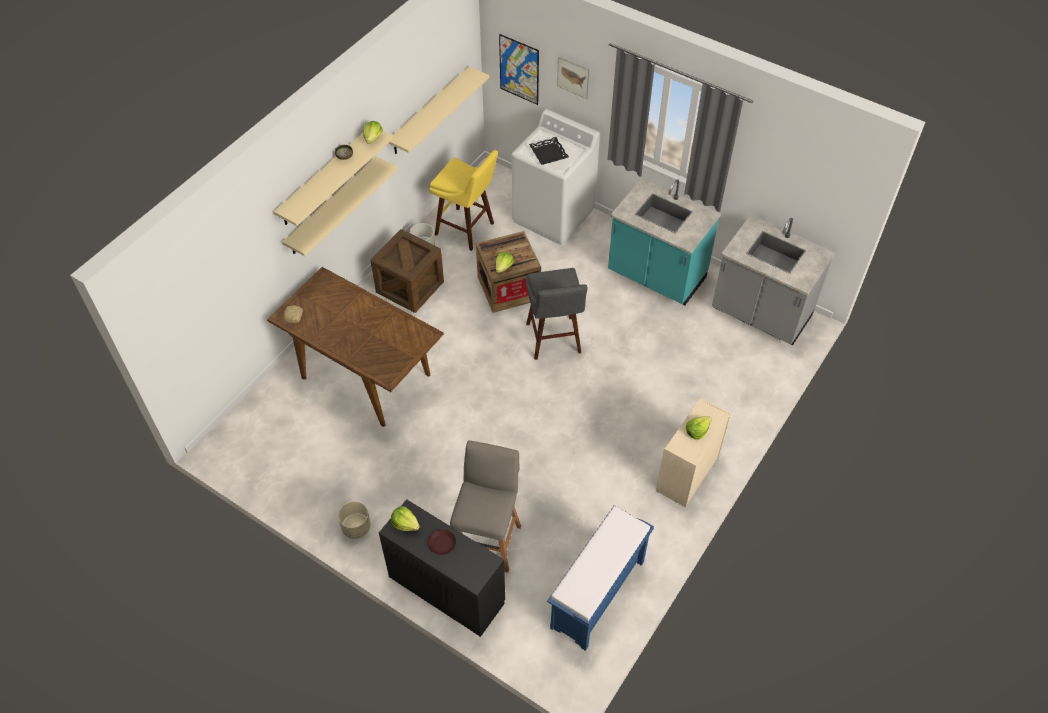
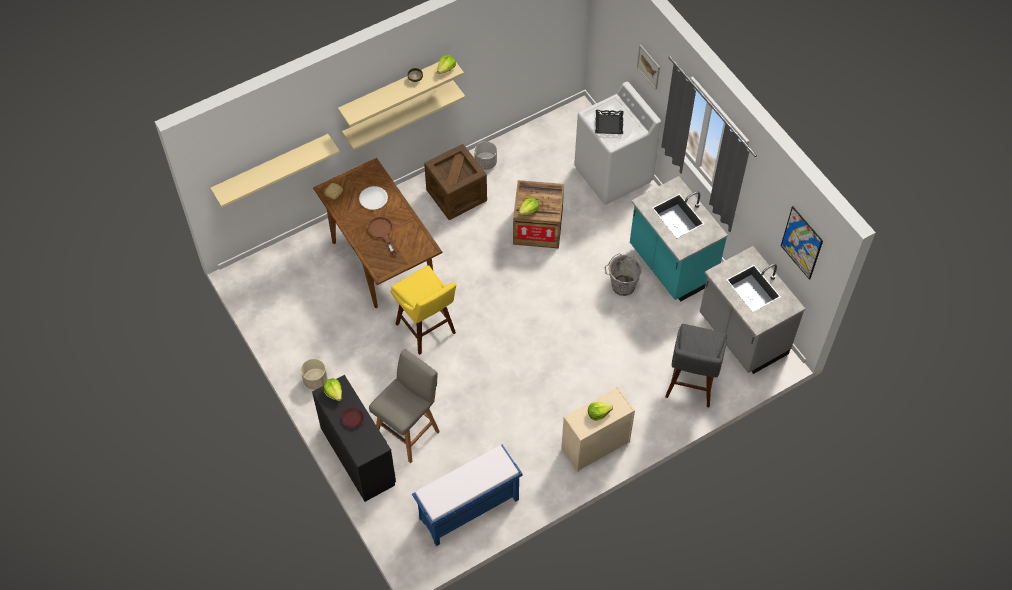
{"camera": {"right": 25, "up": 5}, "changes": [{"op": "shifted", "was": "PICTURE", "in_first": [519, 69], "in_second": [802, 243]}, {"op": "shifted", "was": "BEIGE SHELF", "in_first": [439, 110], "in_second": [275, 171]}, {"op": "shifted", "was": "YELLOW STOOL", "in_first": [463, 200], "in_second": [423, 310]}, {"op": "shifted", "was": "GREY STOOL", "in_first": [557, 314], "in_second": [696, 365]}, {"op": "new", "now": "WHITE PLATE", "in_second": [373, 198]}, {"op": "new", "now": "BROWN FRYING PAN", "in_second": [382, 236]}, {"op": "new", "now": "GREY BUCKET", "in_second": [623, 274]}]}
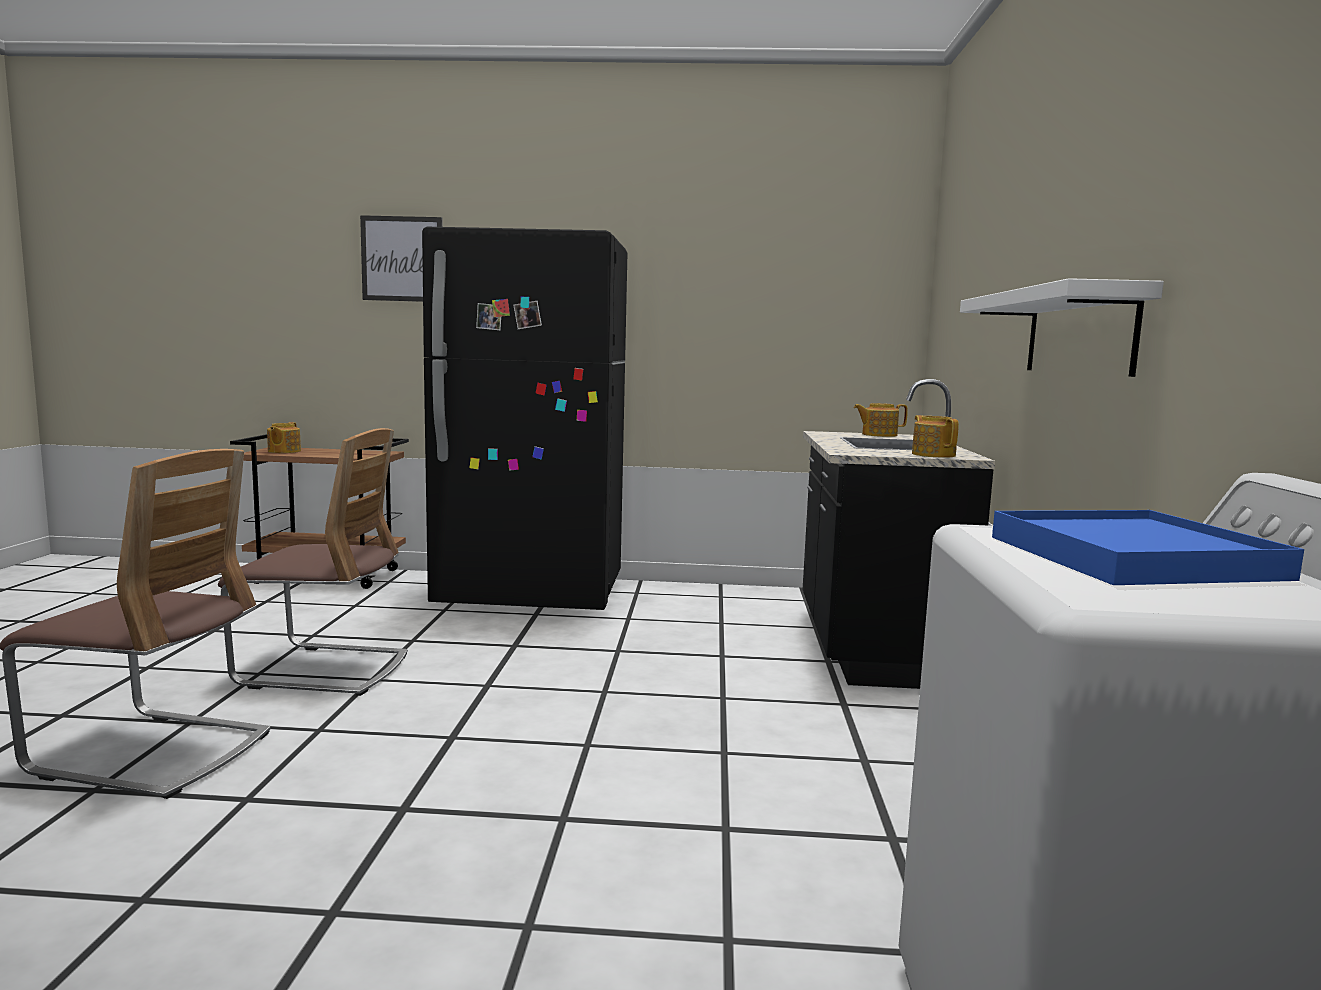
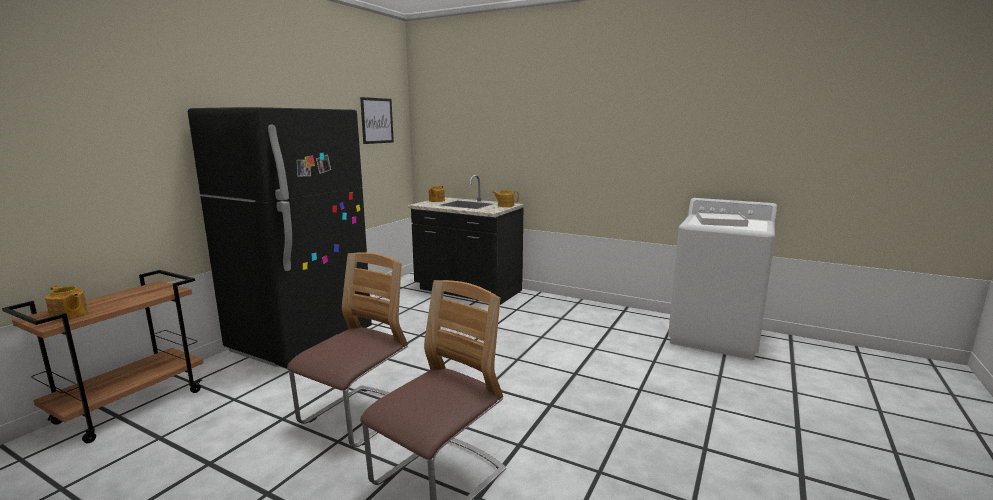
{"camera": {"right": -65, "up": 5}, "changes": [{"op": "shifted", "was": "PICTURE", "in_first": [401, 258], "in_second": [377, 120]}, {"op": "gone", "was": "WHITE SHELF", "in_first": [1062, 327]}, {"op": "repainted", "was": "BLUE TRAY", "now": "WHITE TRAY", "in_first": [1148, 547], "in_second": [722, 219]}]}
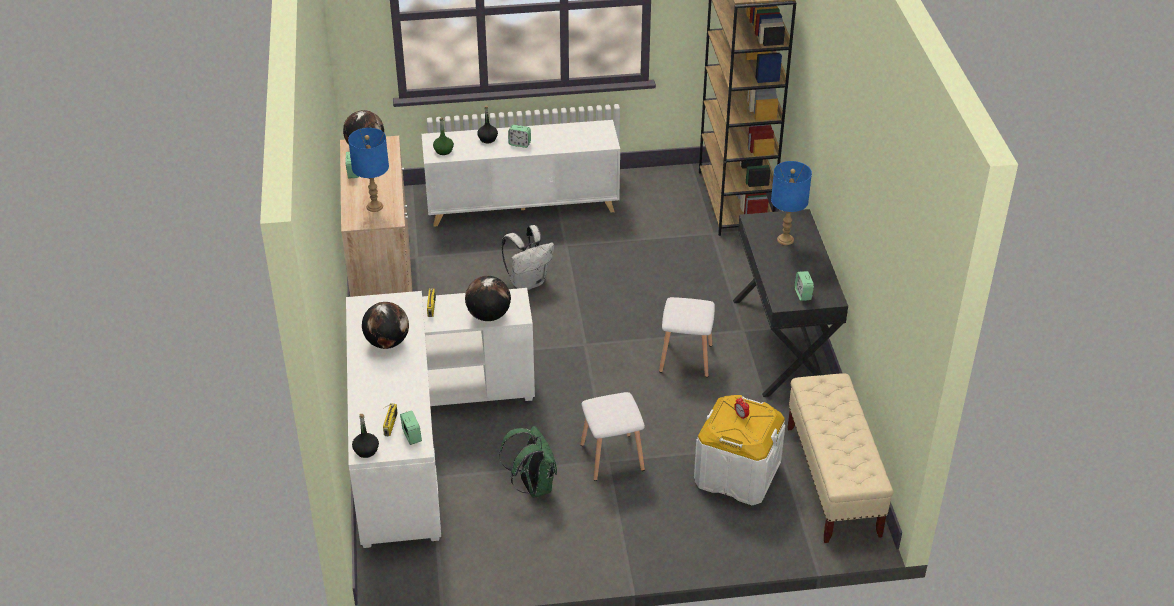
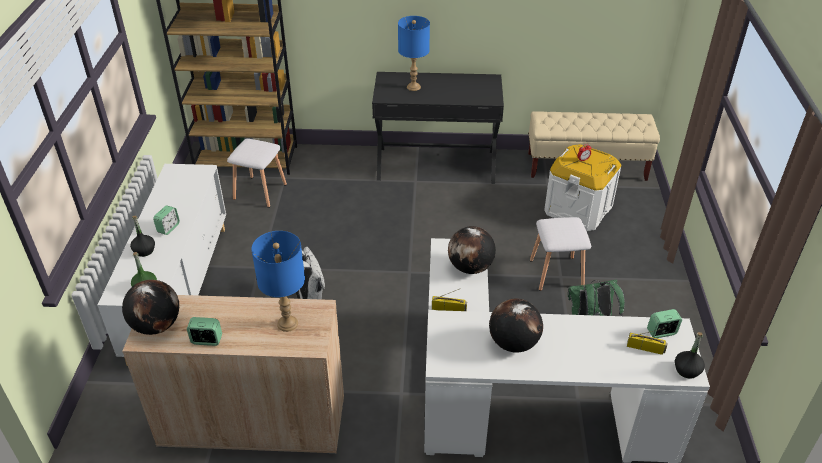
{"camera": {"right": -80, "up": 0}, "changes": [{"op": "gone", "was": "ALARM CLOCK", "in_first": [804, 286]}, {"op": "shifted", "was": "WHITE STOOL", "in_first": [687, 337], "in_second": [257, 173]}]}
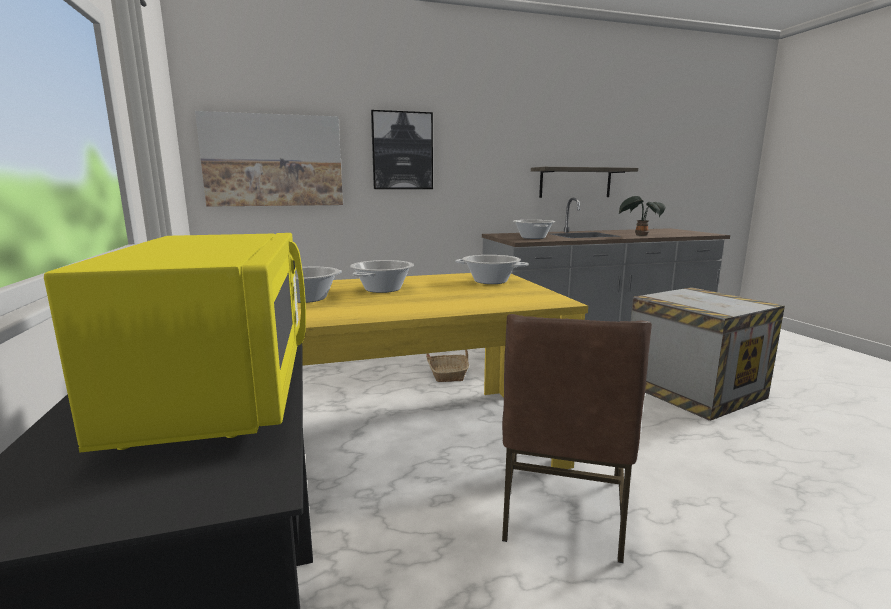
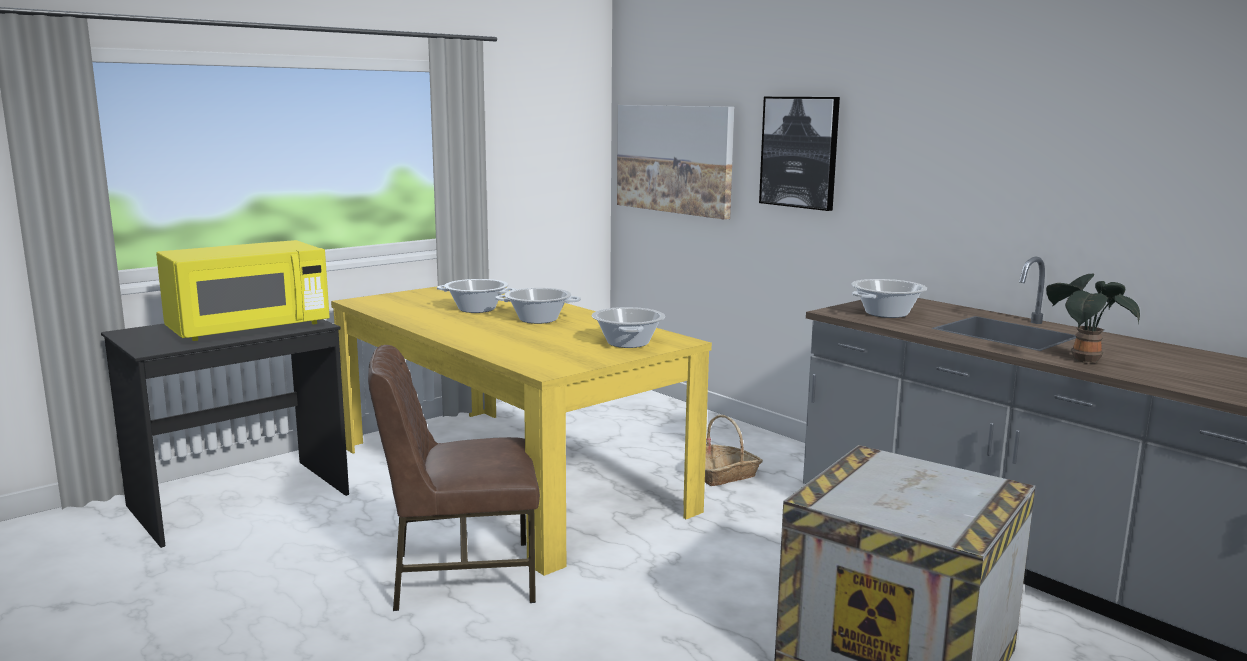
{"camera": {"right": 65, "up": 0}, "changes": [{"op": "gone", "was": "SHELF", "in_first": [584, 182]}]}
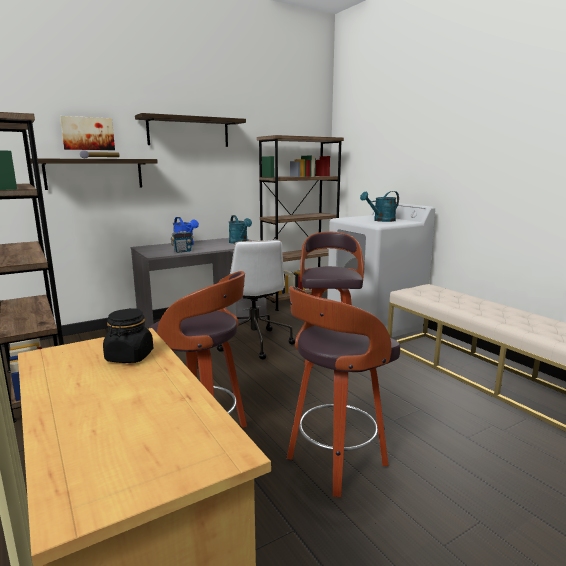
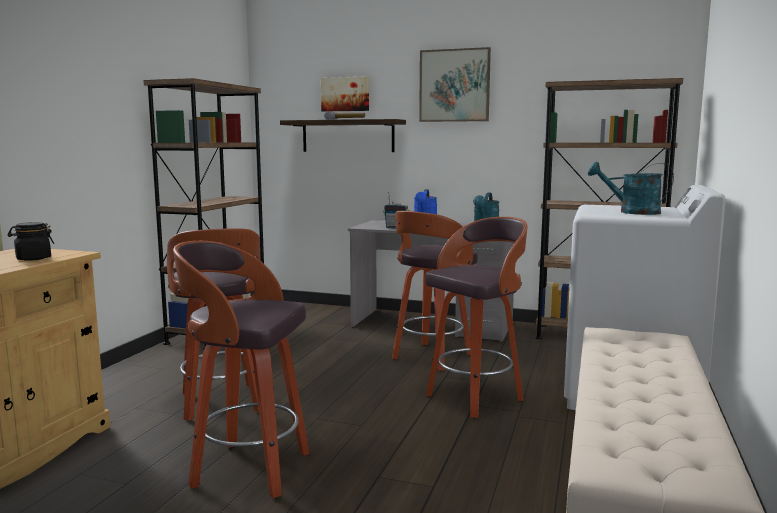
{"camera": {"right": 50, "up": -5}, "changes": [{"op": "swapped", "was": "SHELF", "now": "PICTURE", "in_first": [190, 130], "in_second": [455, 84]}, {"op": "swapped", "was": "WHITE OFFICE CHAIR", "now": "STOOL", "in_first": [256, 299], "in_second": [435, 291]}]}
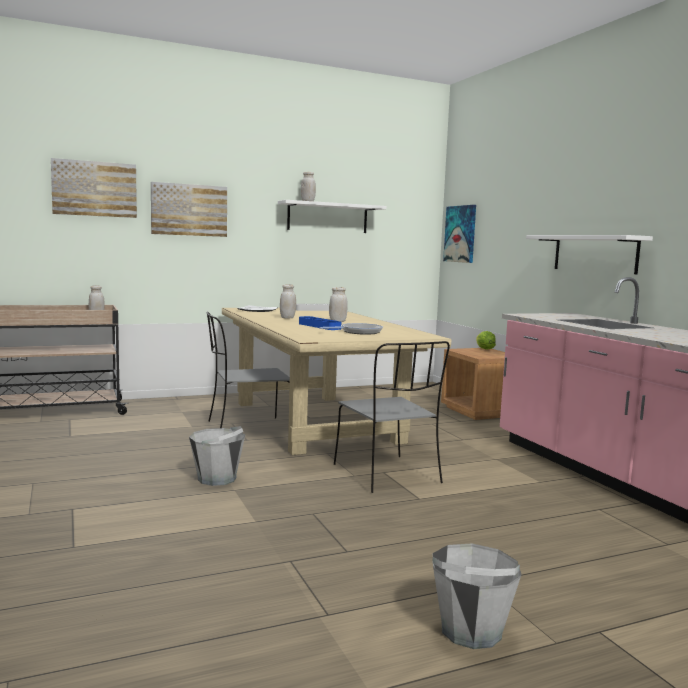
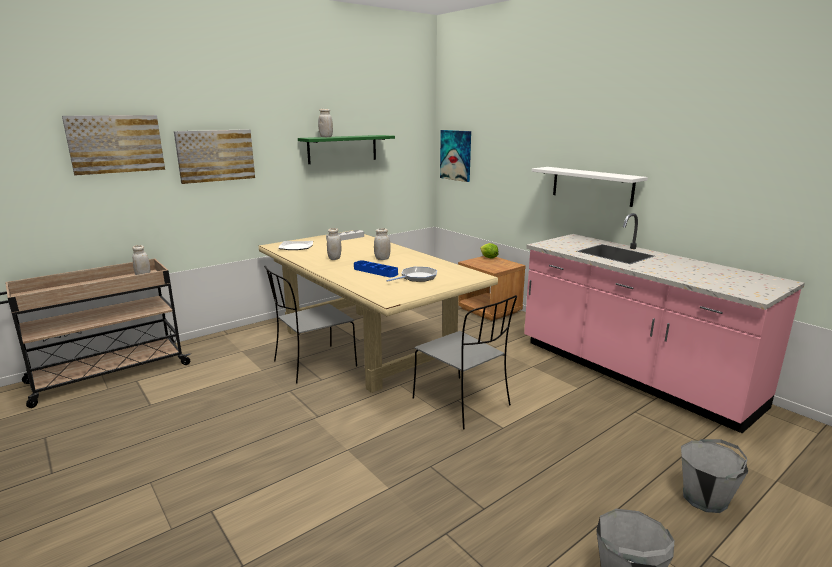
{"camera": {"right": -15, "up": 10}, "changes": [{"op": "repainted", "was": "WHITE SHELF", "now": "GREEN SHELF", "in_first": [332, 216], "in_second": [346, 149]}, {"op": "shifted", "was": "GREY BUCKET", "in_first": [217, 456], "in_second": [714, 476]}]}
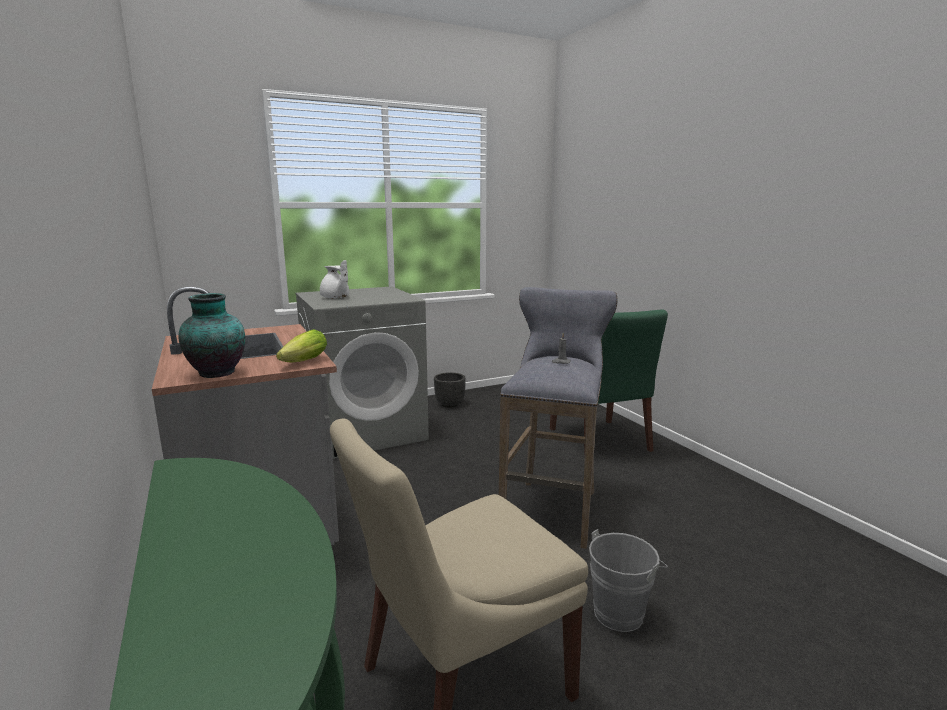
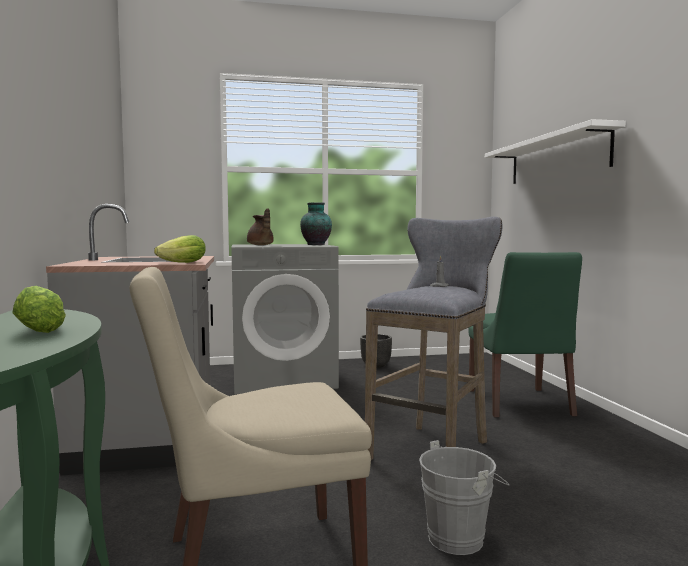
{"camera": {"right": 15, "up": -10}, "changes": [{"op": "repainted", "was": "WHITE TEAPOT", "now": "BROWN TEAPOT", "in_first": [334, 279], "in_second": [260, 226]}, {"op": "shifted", "was": "VASE", "in_first": [212, 335], "in_second": [316, 223]}, {"op": "new", "now": "WHITE SHELF", "in_second": [555, 151]}, {"op": "new", "now": "LETTUCE", "in_second": [39, 309]}]}
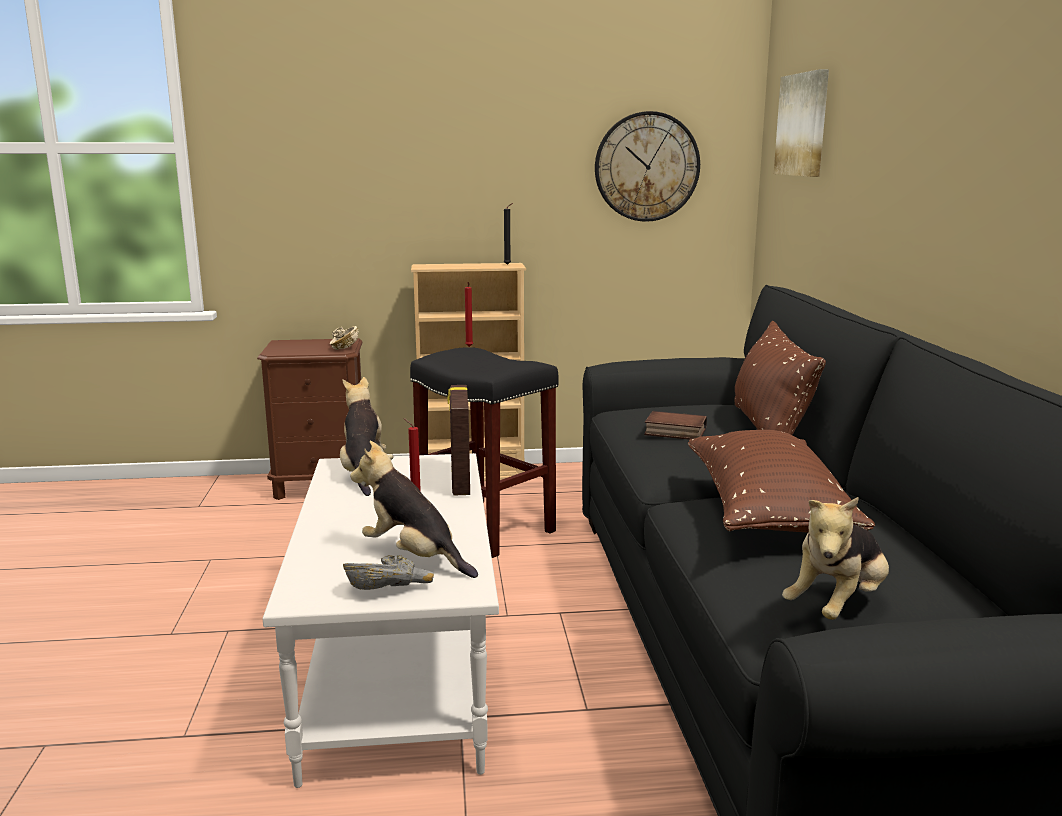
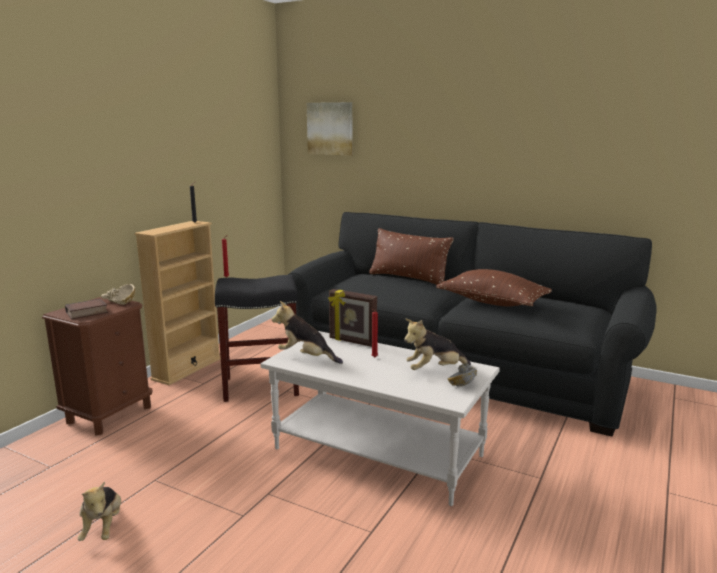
{"camera": {"right": -55, "up": 0}, "changes": [{"op": "gone", "was": "WALL CLOCK", "in_first": [647, 166]}, {"op": "shifted", "was": "BOOK", "in_first": [675, 425], "in_second": [86, 309]}, {"op": "shifted", "was": "PLUSH TOY", "in_first": [835, 558], "in_second": [99, 511]}]}
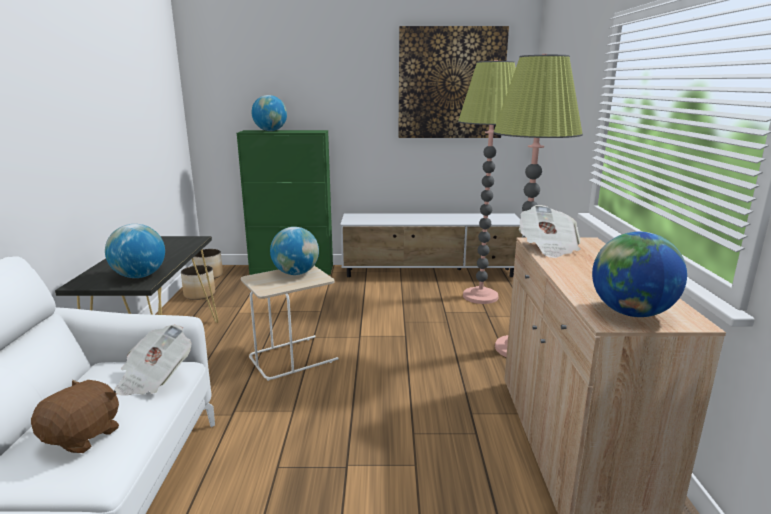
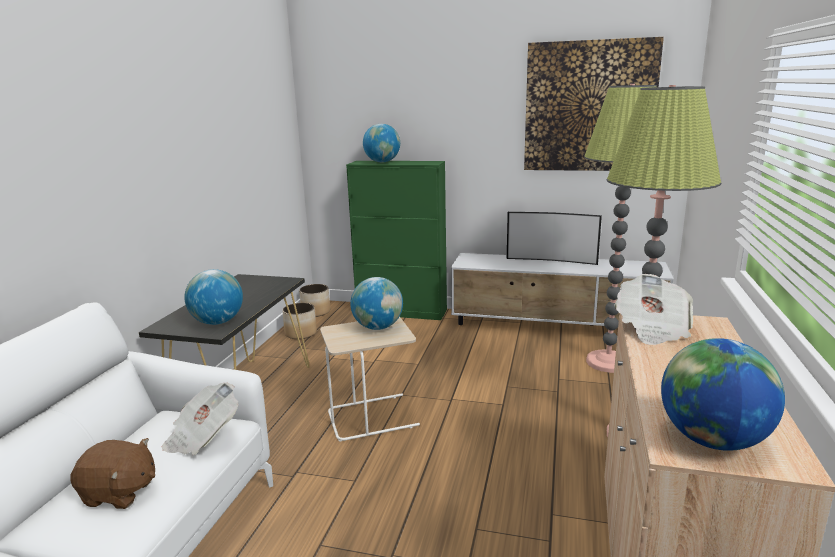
{"camera": {"right": 15, "up": 0}, "changes": [{"op": "rotated", "was": "BROWN PLUSH TOY", "in_first": [75, 416], "in_second": [112, 473], "clockwise": 60}, {"op": "new", "now": "TELEVISION", "in_second": [554, 238]}]}
